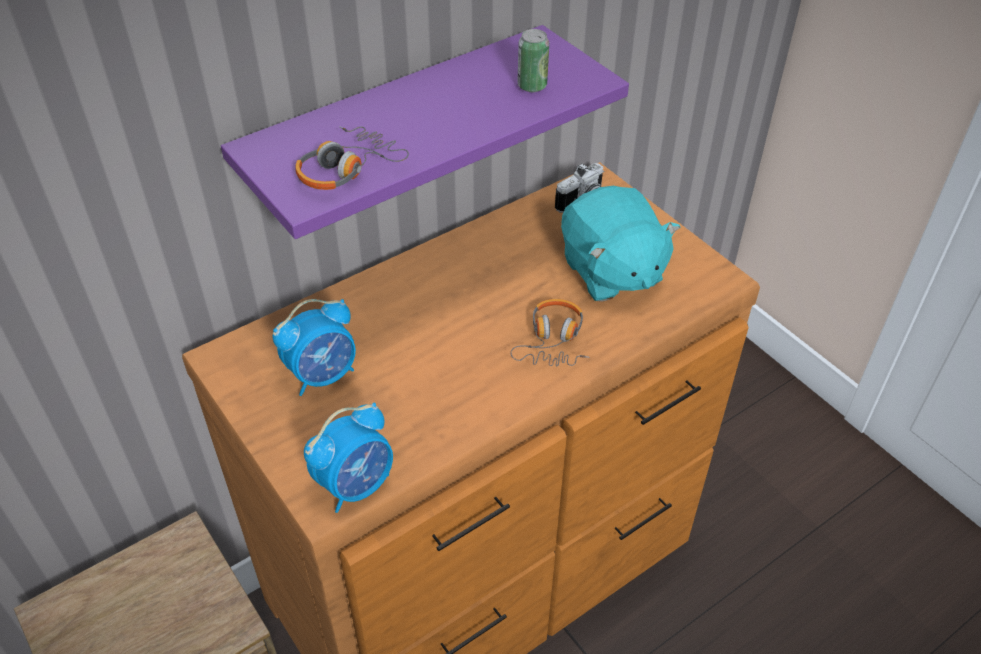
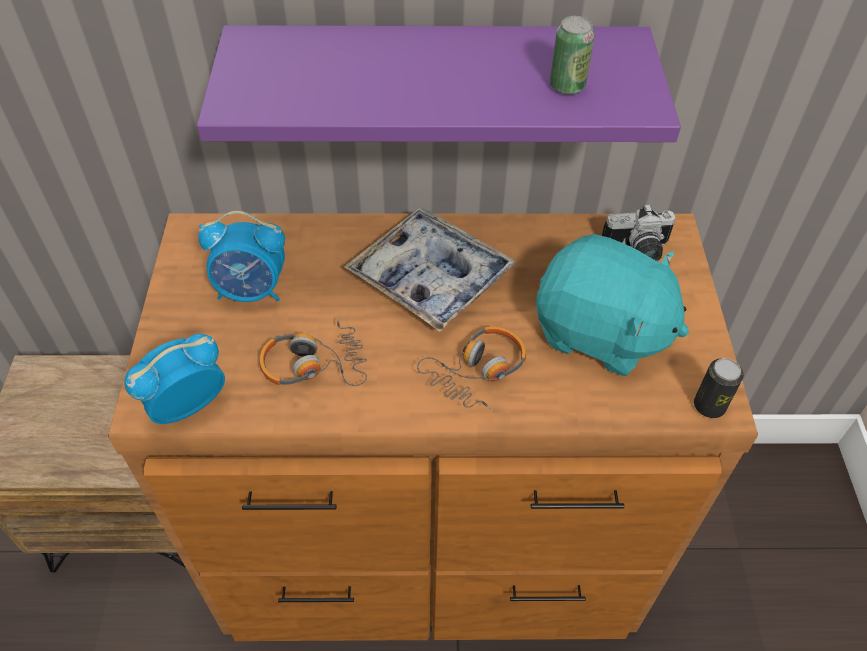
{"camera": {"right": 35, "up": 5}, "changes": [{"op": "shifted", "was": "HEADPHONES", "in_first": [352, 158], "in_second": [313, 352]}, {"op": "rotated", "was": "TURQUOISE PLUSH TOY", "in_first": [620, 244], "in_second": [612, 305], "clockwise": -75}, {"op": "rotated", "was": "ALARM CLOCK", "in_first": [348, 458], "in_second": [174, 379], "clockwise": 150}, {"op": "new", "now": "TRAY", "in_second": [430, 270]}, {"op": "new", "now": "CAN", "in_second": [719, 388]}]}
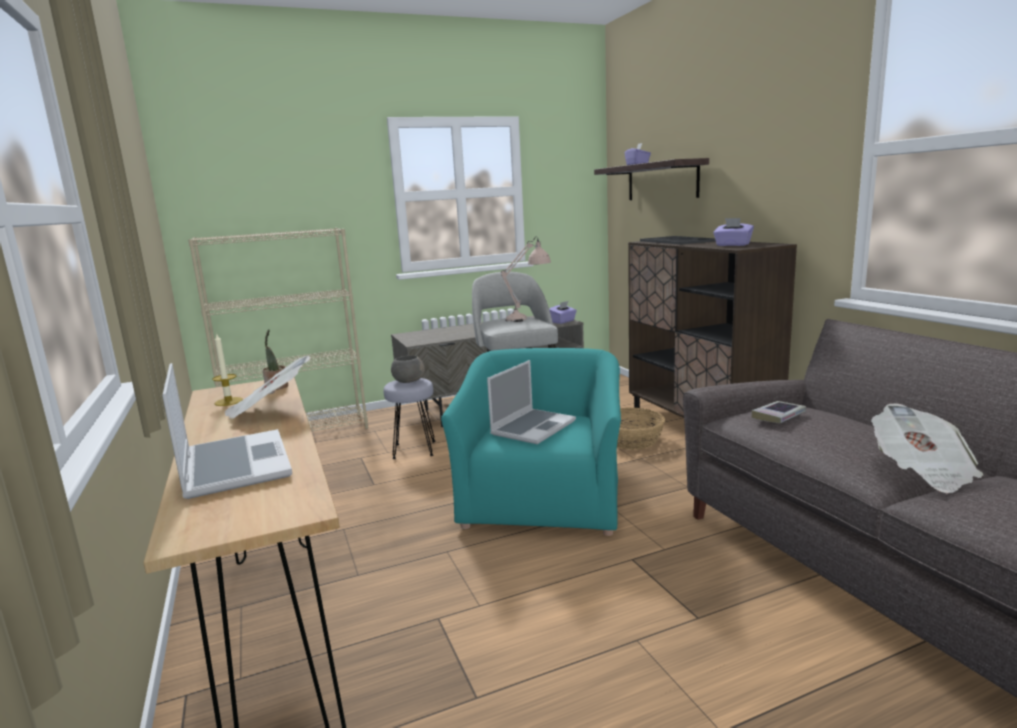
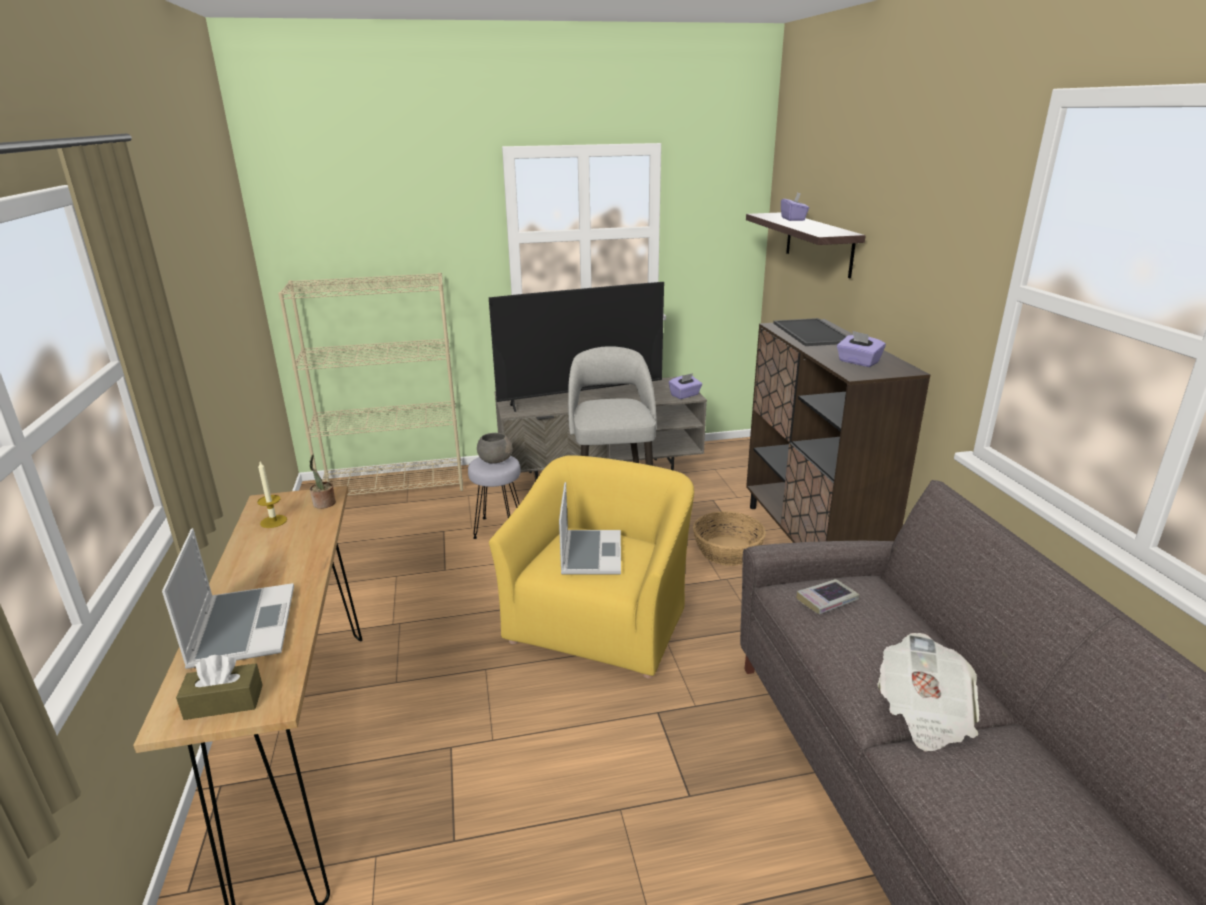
{"camera": {"right": 10, "up": 10}, "changes": [{"op": "gone", "was": "BEIGE TABLE LAMP", "in_first": [526, 279]}, {"op": "repainted", "was": "TURQUOISE ARMCHAIR", "now": "YELLOW ARMCHAIR", "in_first": [531, 442], "in_second": [591, 566]}, {"op": "gone", "was": "NEWSPAPER", "in_first": [267, 388]}, {"op": "rotated", "was": "LAPTOP", "in_first": [531, 402], "in_second": [590, 528], "clockwise": -45}, {"op": "new", "now": "TELEVISION", "in_second": [576, 347]}, {"op": "new", "now": "BROWN TISSUE BOX", "in_second": [219, 687]}]}
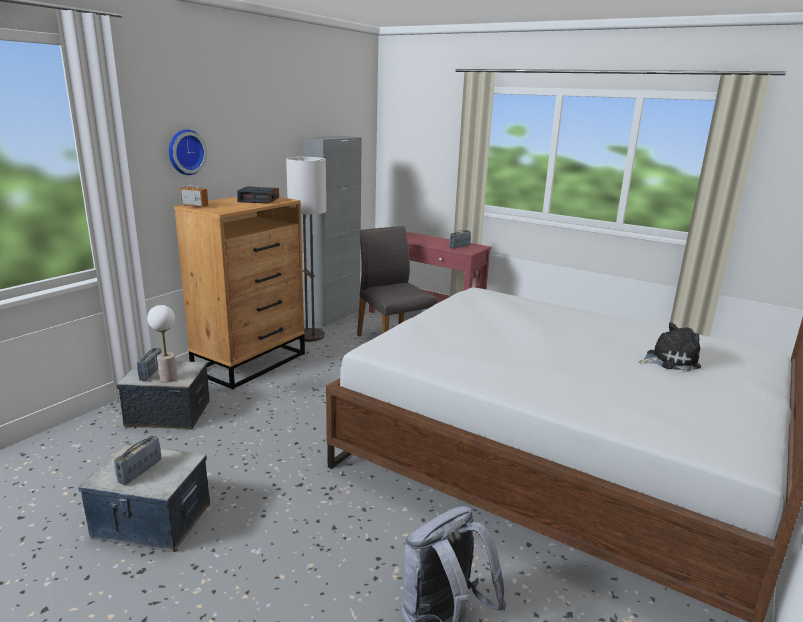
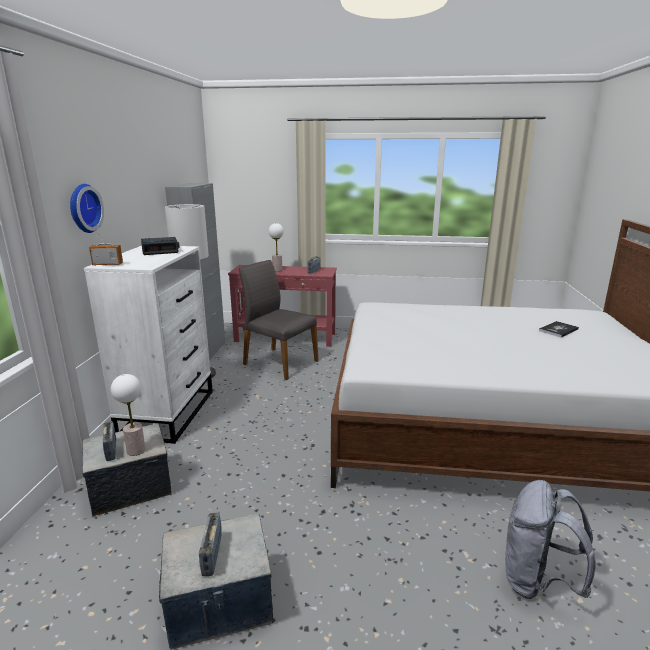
{"camera": {"right": -25, "up": 0}, "changes": [{"op": "repainted", "was": "BROWN DRESSER", "now": "WHITE DRESSER", "in_first": [239, 293], "in_second": [148, 345]}, {"op": "swapped", "was": "PLUSH TOY", "now": "BOOK", "in_first": [670, 346], "in_second": [559, 329]}, {"op": "new", "now": "TABLE LAMP", "in_second": [276, 247]}]}
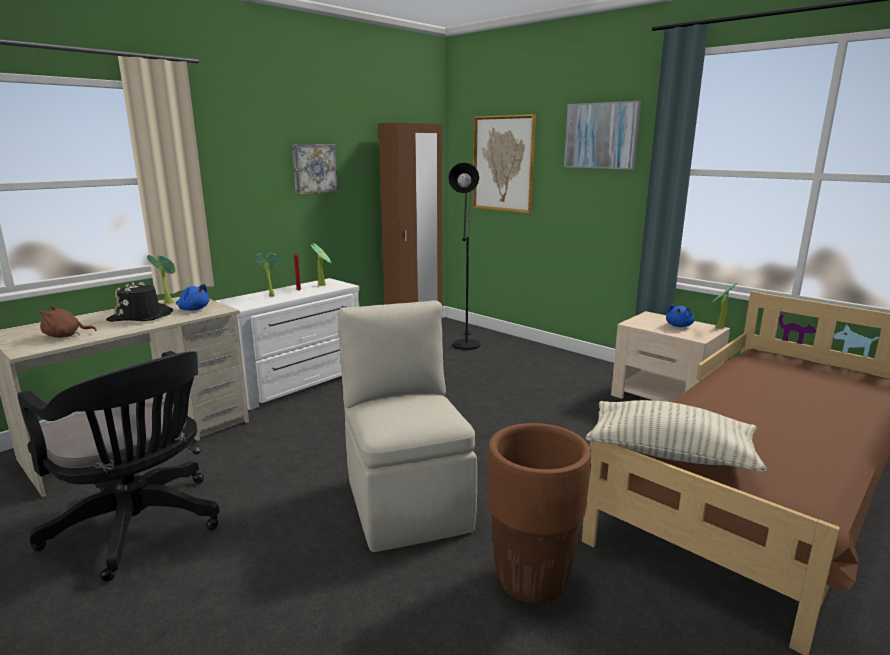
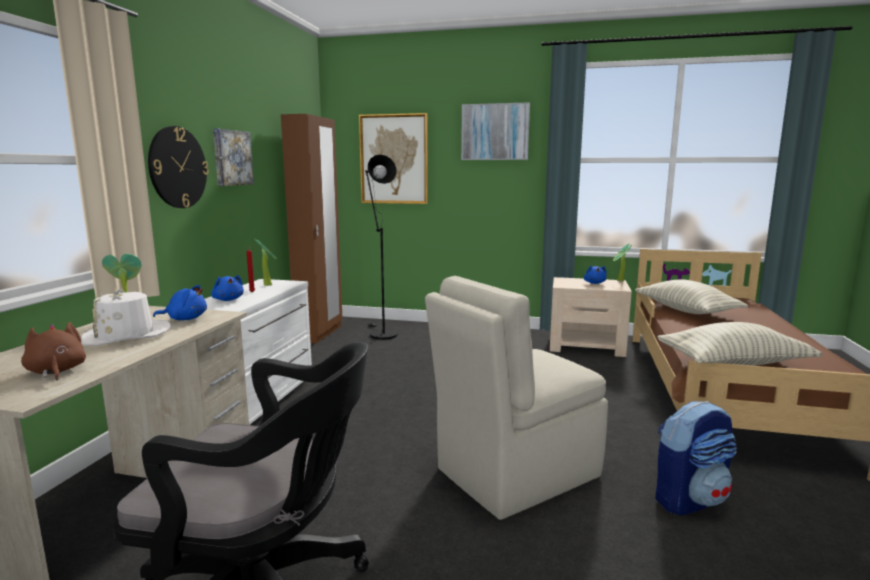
{"camera": {"right": -30, "up": -5}, "changes": [{"op": "swapped", "was": "POTTED PLANT", "now": "BLUE PLUSH TOY", "in_first": [267, 274], "in_second": [227, 288]}, {"op": "repainted", "was": "BLACK HAT", "now": "WHITE HAT", "in_first": [139, 302], "in_second": [126, 317]}, {"op": "rotated", "was": "BEIGE CHAIR", "in_first": [407, 426], "in_second": [516, 398], "clockwise": -75}, {"op": "rotated", "was": "BROWN PLUSH TOY", "in_first": [68, 321], "in_second": [53, 351], "clockwise": 105}, {"op": "swapped", "was": "BROWN PLANTER", "now": "BACKPACK", "in_first": [539, 513], "in_second": [696, 458]}, {"op": "new", "now": "WALL CLOCK", "in_second": [178, 167]}, {"op": "new", "now": "PILLOW", "in_second": [691, 297]}]}
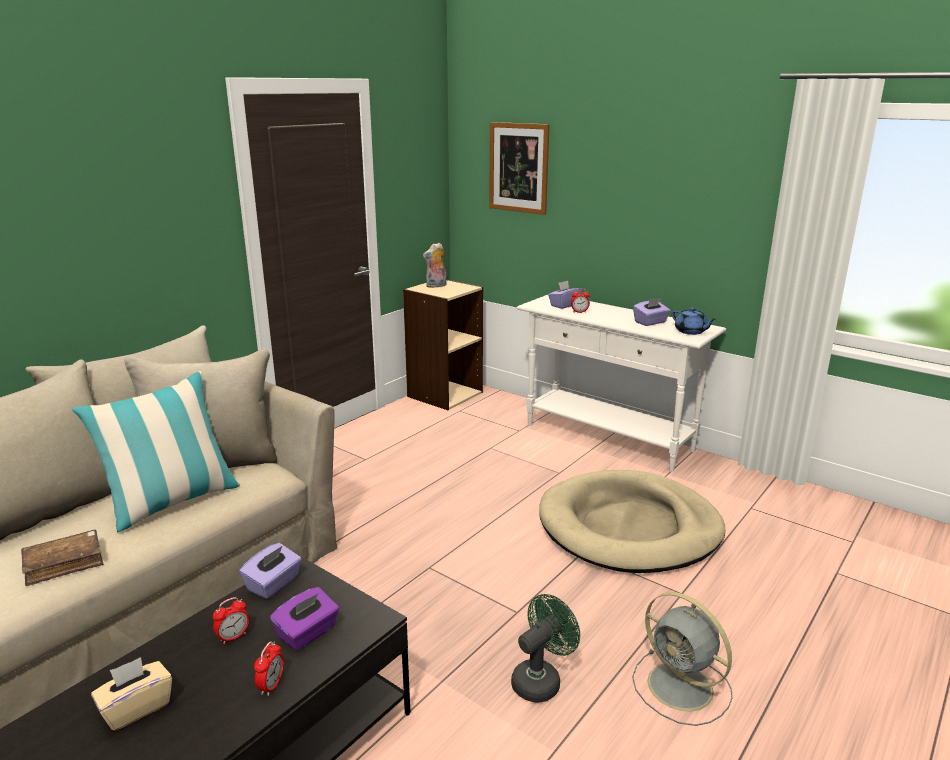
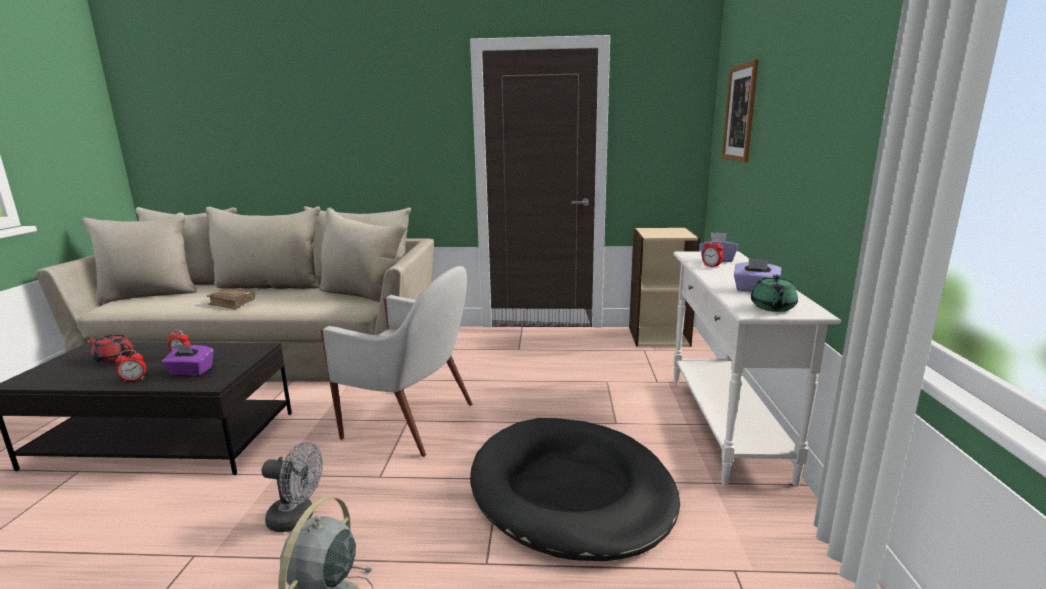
{"camera": {"right": 55, "up": -5}, "changes": [{"op": "gone", "was": "PLUSH TOY", "in_first": [435, 265]}, {"op": "repainted", "was": "BLUE TEAPOT", "now": "GREEN TEAPOT", "in_first": [694, 321], "in_second": [774, 293]}, {"op": "gone", "was": "PILLOW", "in_first": [156, 451]}, {"op": "repainted", "was": "BEIGE DOG BED", "now": "BLACK DOG BED", "in_first": [632, 521], "in_second": [575, 489]}, {"op": "gone", "was": "PURPLE TISSUE BOX", "in_first": [270, 571]}, {"op": "repainted", "was": "GREEN FAN", "now": "GREY FAN", "in_first": [545, 648], "in_second": [292, 487]}, {"op": "swapped", "was": "BEIGE TISSUE BOX", "now": "RED TEAPOT", "in_first": [131, 694], "in_second": [110, 348]}, {"op": "new", "now": "WHITE ARMCHAIR", "in_second": [396, 361]}]}
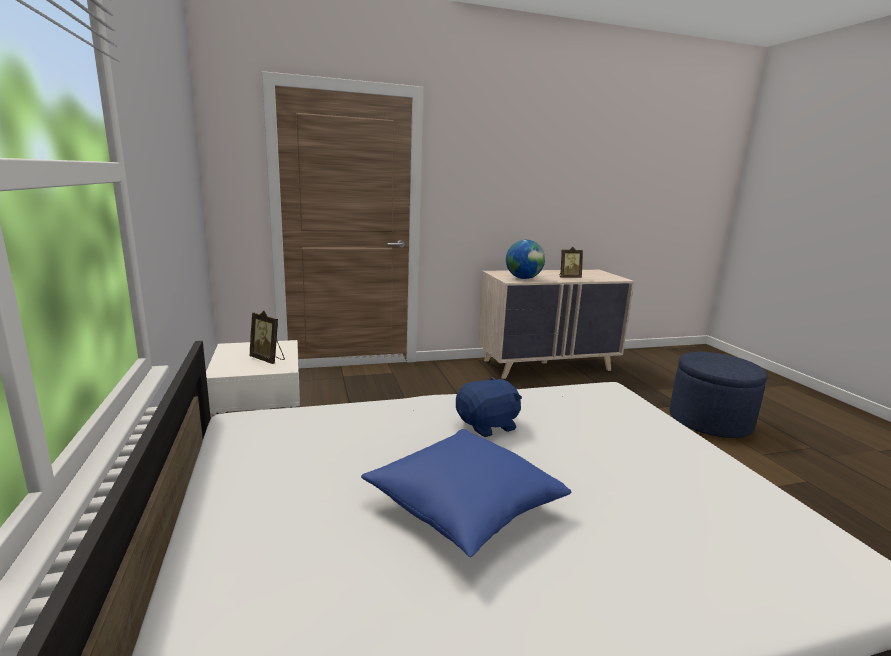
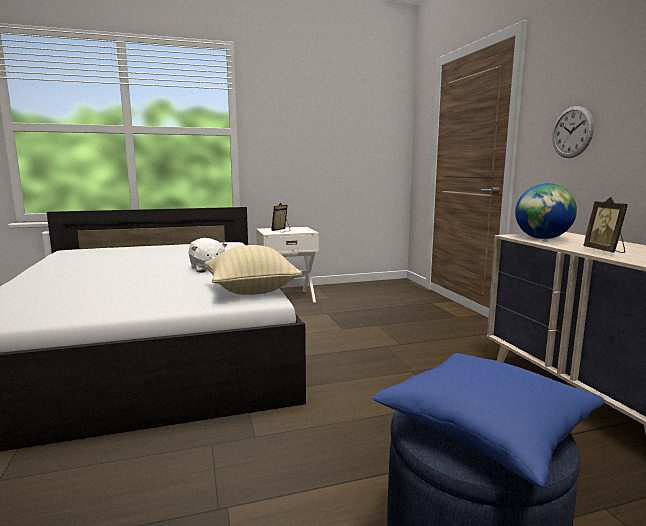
{"camera": {"right": 90, "up": -5}, "changes": [{"op": "repainted", "was": "BLUE PLUSH TOY", "now": "WHITE PLUSH TOY", "in_first": [489, 407], "in_second": [207, 255]}, {"op": "shifted", "was": "BLUE PILLOW", "in_first": [466, 493], "in_second": [488, 420]}, {"op": "new", "now": "WALL CLOCK", "in_second": [573, 132]}, {"op": "new", "now": "BEIGE PILLOW", "in_second": [253, 270]}]}
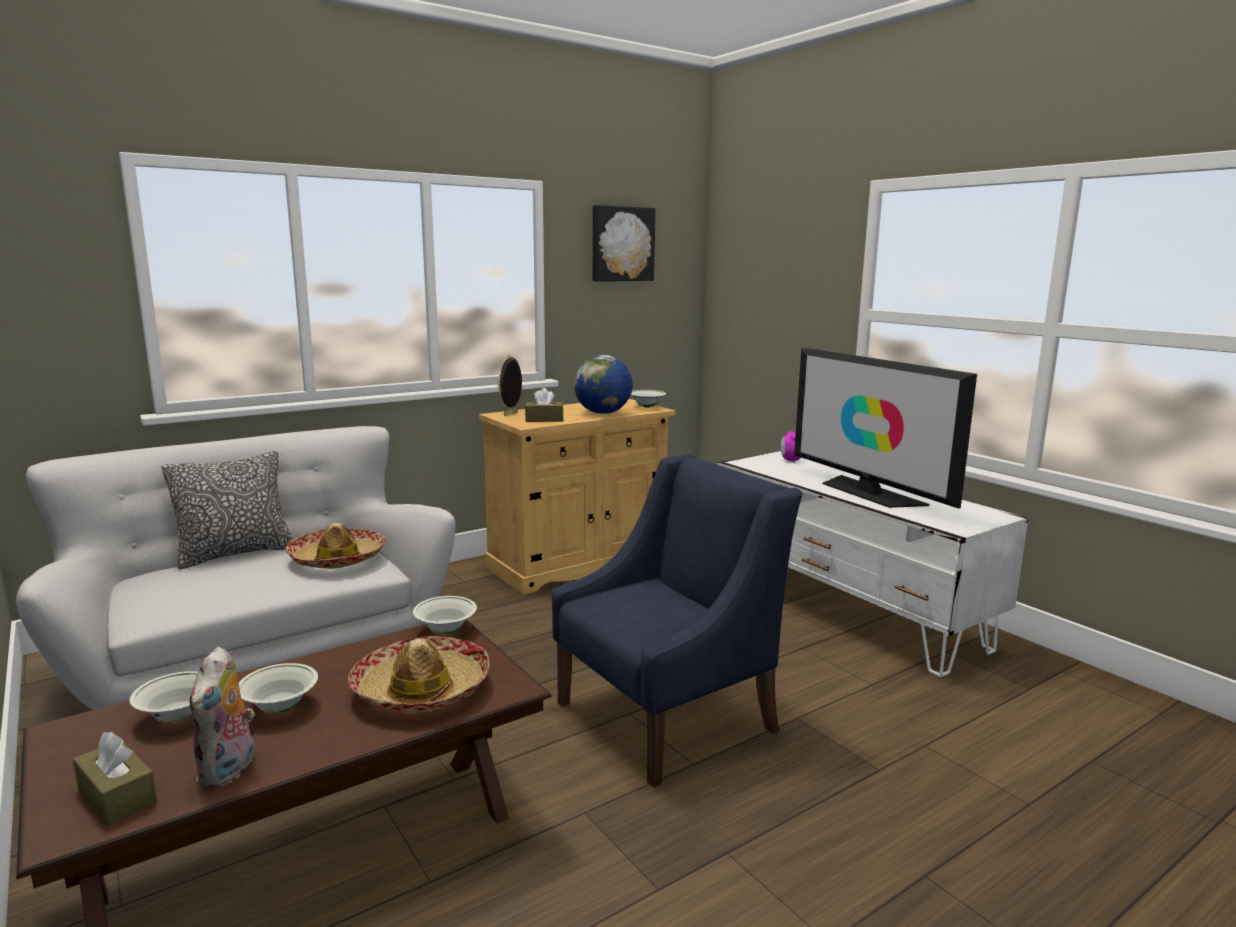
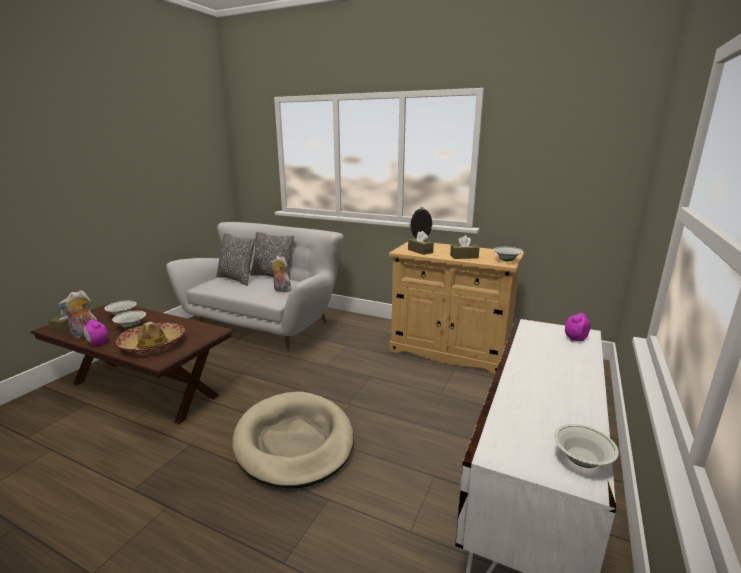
{"camera": {"right": 60, "up": 5}, "changes": [{"op": "gone", "was": "PICTURE", "in_first": [624, 243]}, {"op": "gone", "was": "TELEVISION", "in_first": [885, 428]}, {"op": "swapped", "was": "GLOBE", "now": "BROWN TISSUE BOX", "in_first": [603, 384], "in_second": [464, 247]}, {"op": "swapped", "was": "BLUE ARMCHAIR", "now": "BEIGE DOG BED", "in_first": [677, 621], "in_second": [293, 440]}, {"op": "swapped", "was": "HAT", "now": "PLUSH TOY", "in_first": [336, 546], "in_second": [280, 274]}, {"op": "shifted", "was": "WHITE BOWL", "in_first": [445, 615], "in_second": [586, 446]}, {"op": "new", "now": "PILLOW", "in_second": [236, 259]}, {"op": "new", "now": "ALARM CLOCK", "in_second": [95, 332]}]}
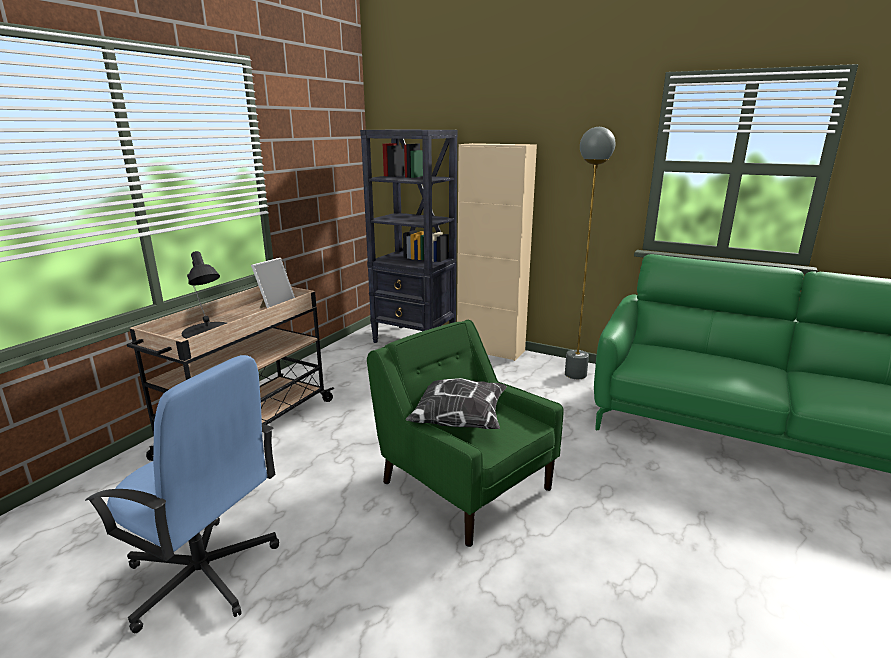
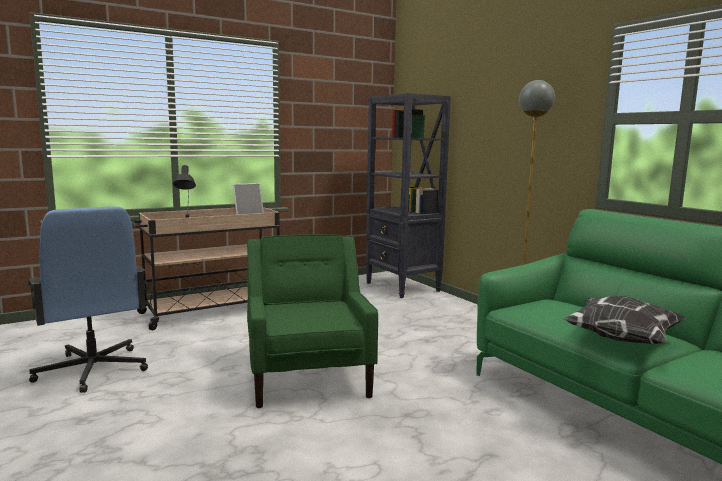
{"camera": {"right": 30, "up": -10}, "changes": [{"op": "gone", "was": "BEIGE CABINET", "in_first": [497, 252]}, {"op": "shifted", "was": "PILLOW", "in_first": [456, 403], "in_second": [624, 320]}]}
